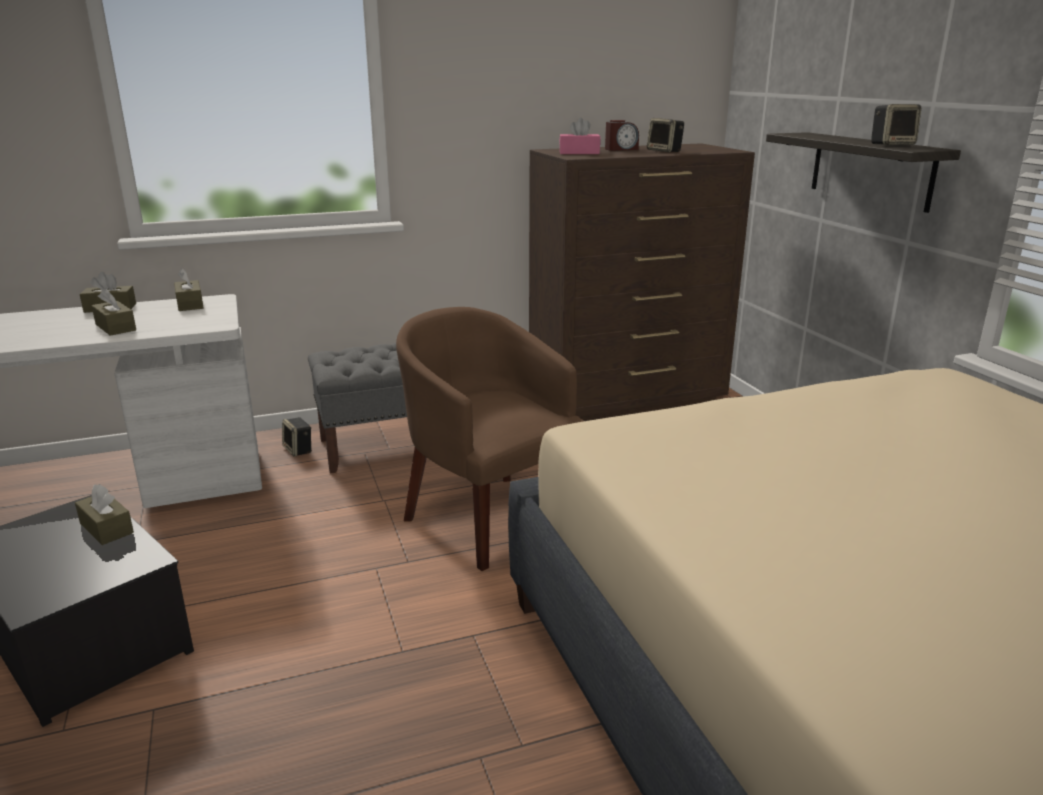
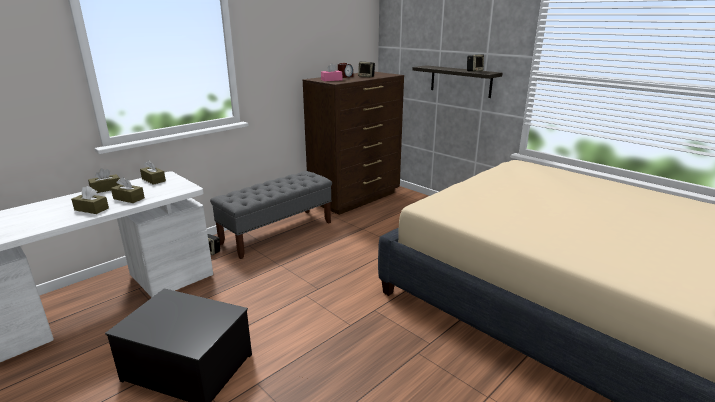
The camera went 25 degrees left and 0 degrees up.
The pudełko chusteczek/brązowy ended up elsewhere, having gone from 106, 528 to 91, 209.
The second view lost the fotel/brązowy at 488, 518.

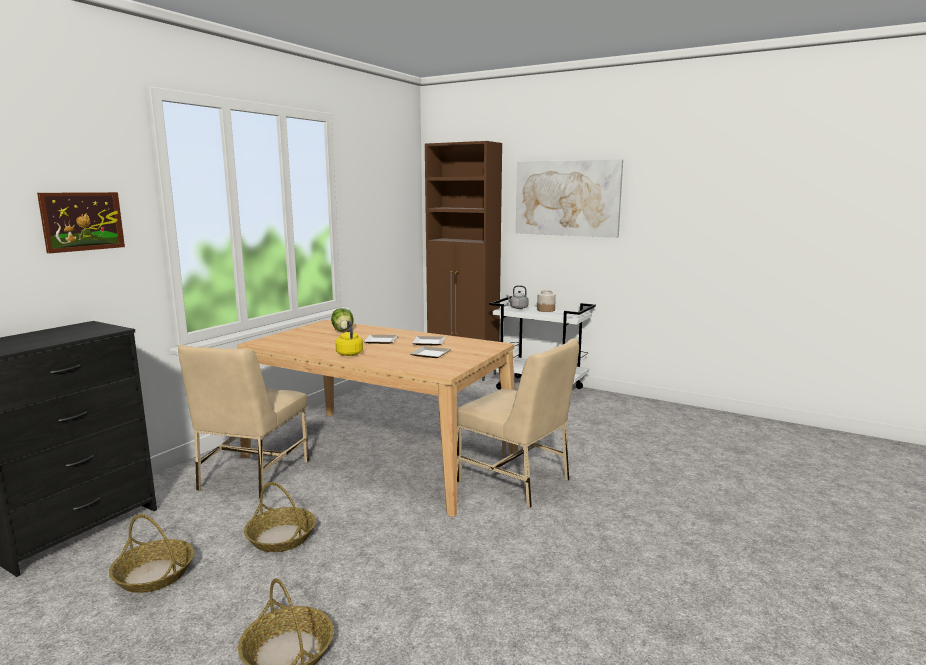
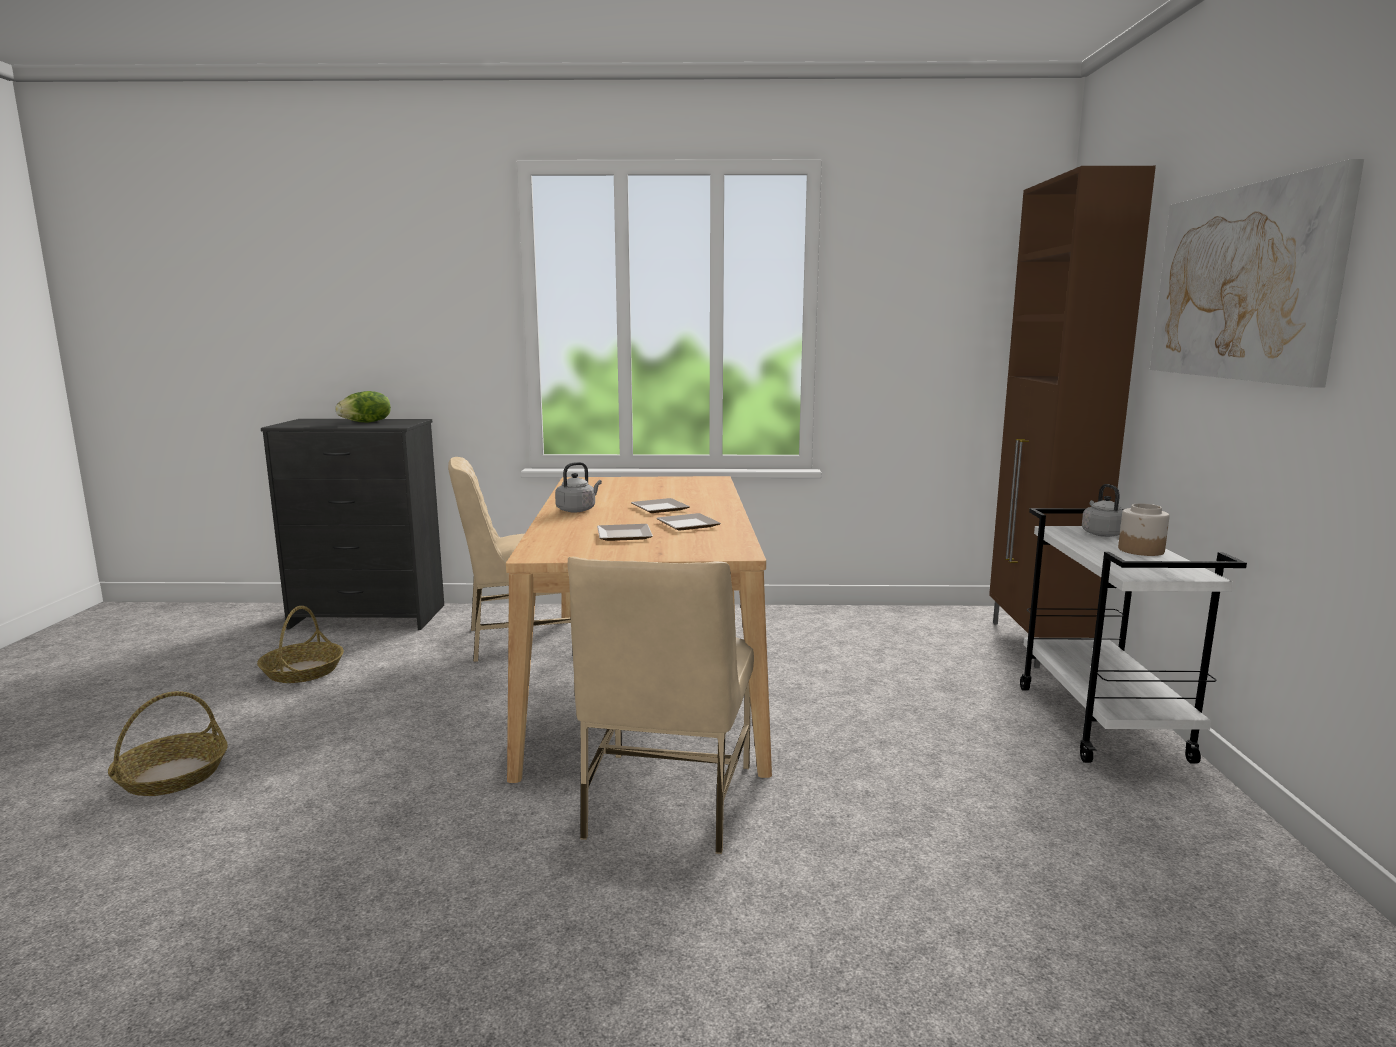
The camera went 60 degrees right and 0 degrees up.
The second view lost the obraz at 82, 221.
The second view lost the koszyk at 281, 537.
The sałata ended up elsewhere, having gone from 343, 331 to 366, 422.
What was the czajnik/żółty at 349, 353 turned into the czajnik/szary at 577, 510.

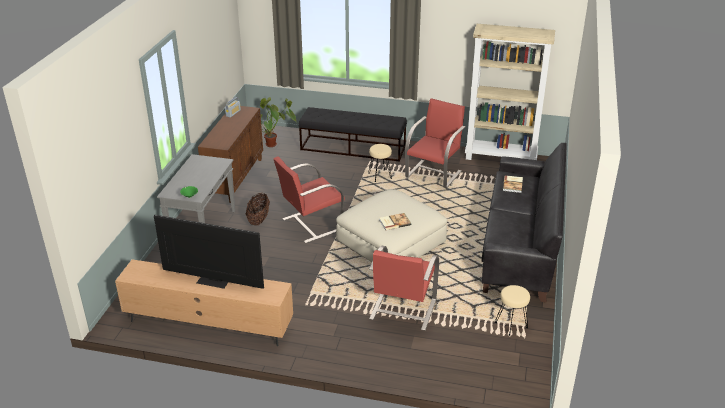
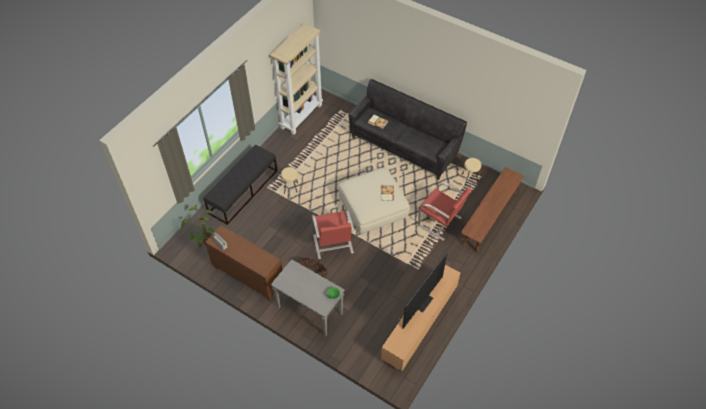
The camera went 70 degrees left and 20 degrees up.
The second view lost the fotel/czerwony at 434, 173.
The second view gained the ławka/brązowy at 489, 218.

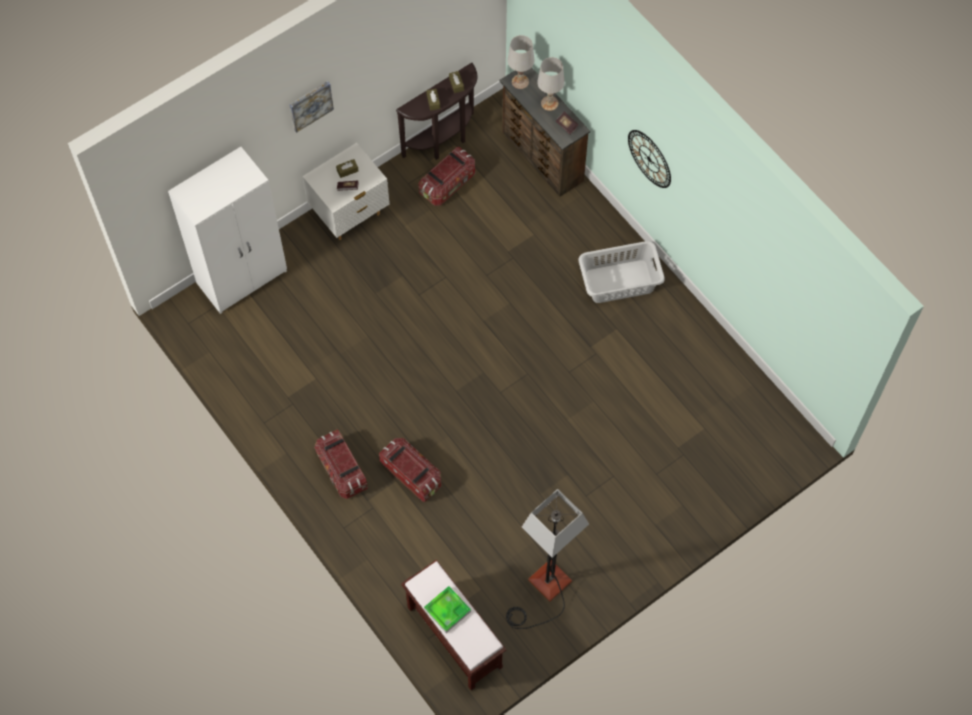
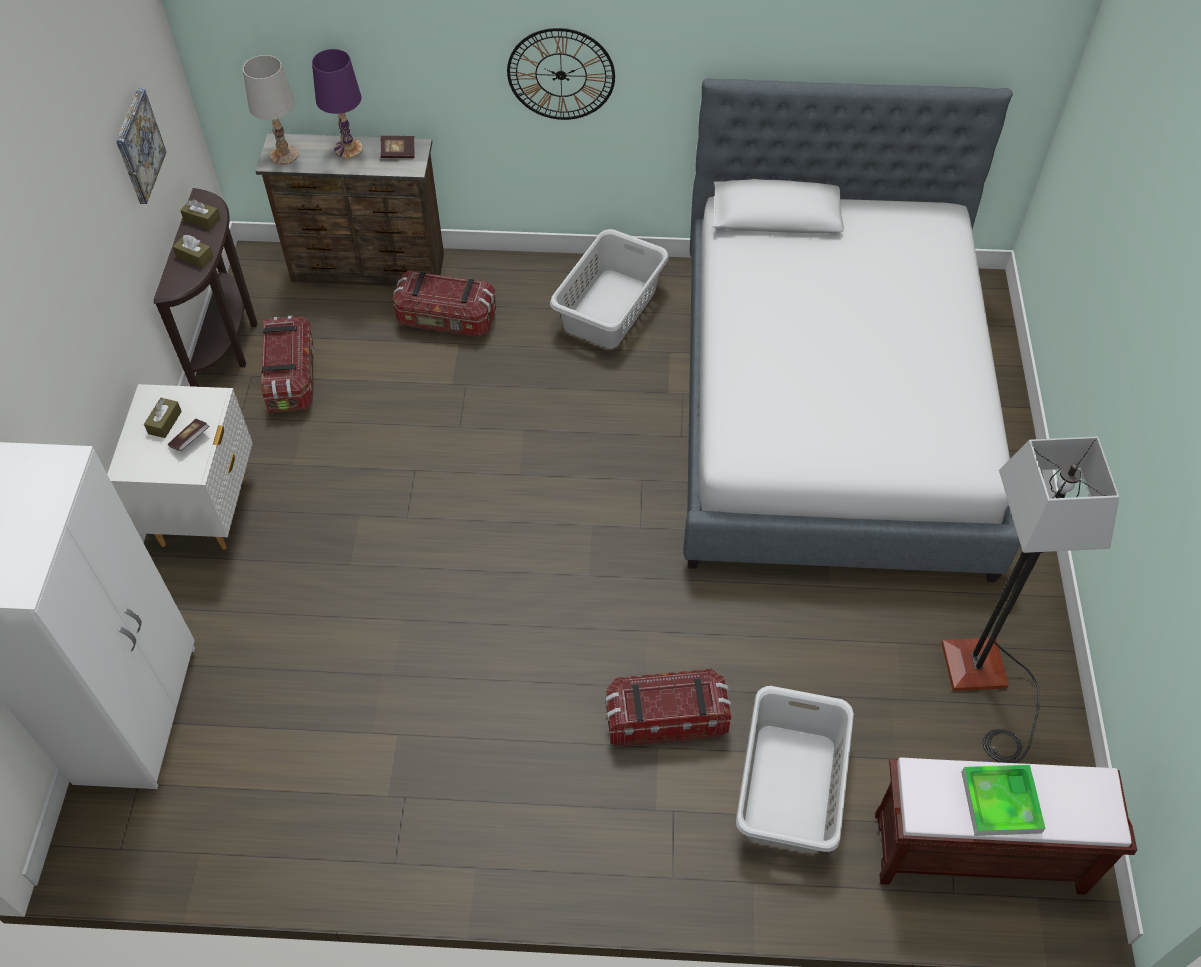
The camera went 50 degrees left and 10 degrees down.
The obraz ended up elsewhere, having gone from 310, 105 to 138, 146.
The pojemnik do przechowywania ended up elsewhere, having gone from 341, 470 to 446, 320.
What was the lampa stołowa/biały at 549, 103 turned into the lampa stołowa/fioletowy at 348, 148.
The second view gained the łóżko at 830, 407.
The second view gained the kosz na pranie/szary at 788, 788.

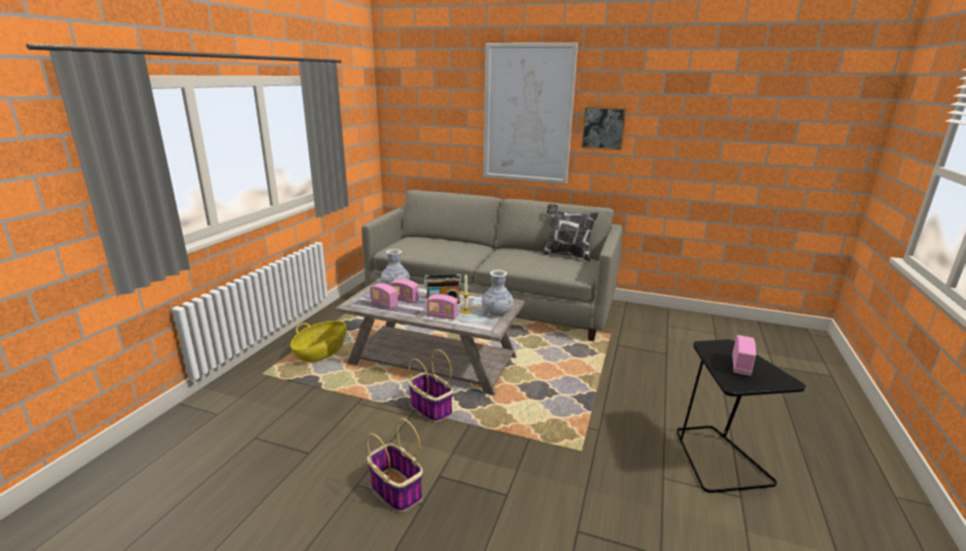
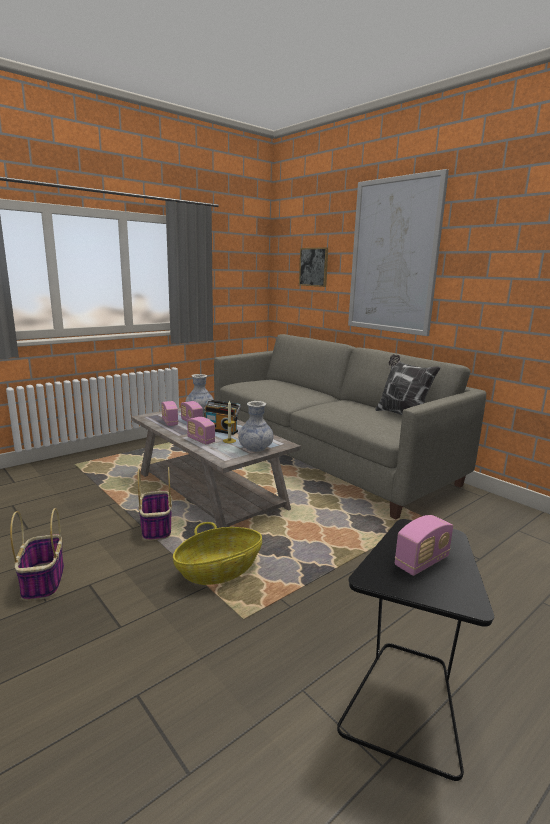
The camera went 30 degrees right and 5 degrees down.
The koszyk ended up elsewhere, having gone from 321, 352 to 219, 571.
The obraz ended up elsewhere, having gone from 603, 128 to 314, 267.

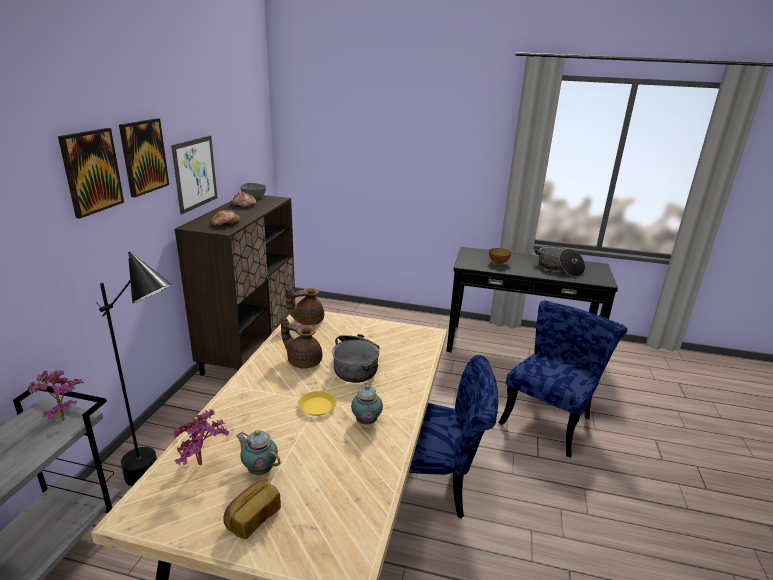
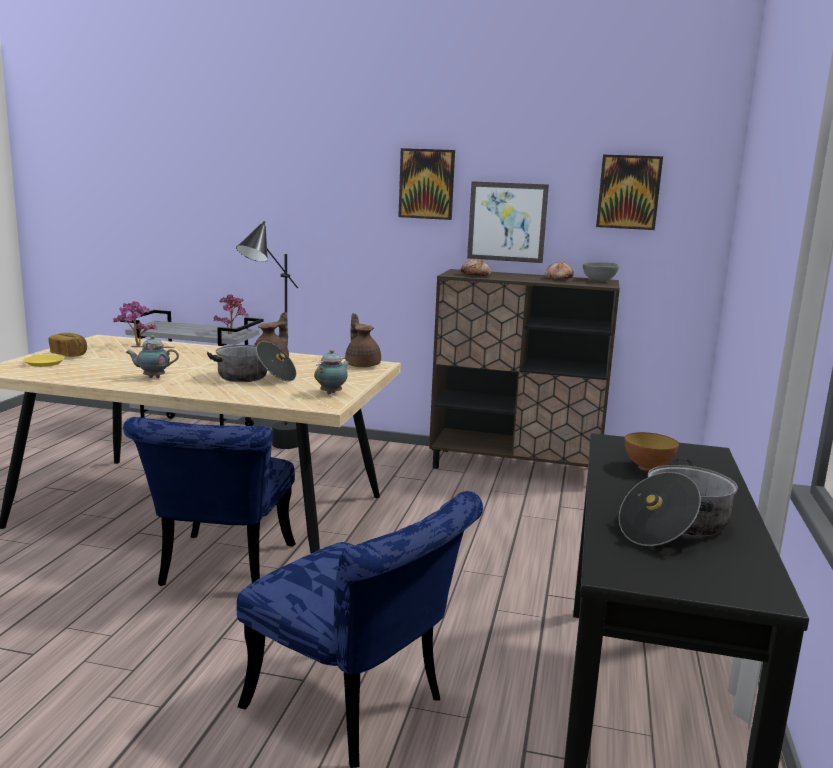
The camera went 90 degrees right and 10 degrees down.
The obraz ended up elsewhere, having gone from 91, 171 to 628, 192.
The imbryk ended up elsewhere, having gone from 259, 469 to 332, 393.
The talerz/żółty ended up elsewhere, having gone from 317, 406 to 44, 363.

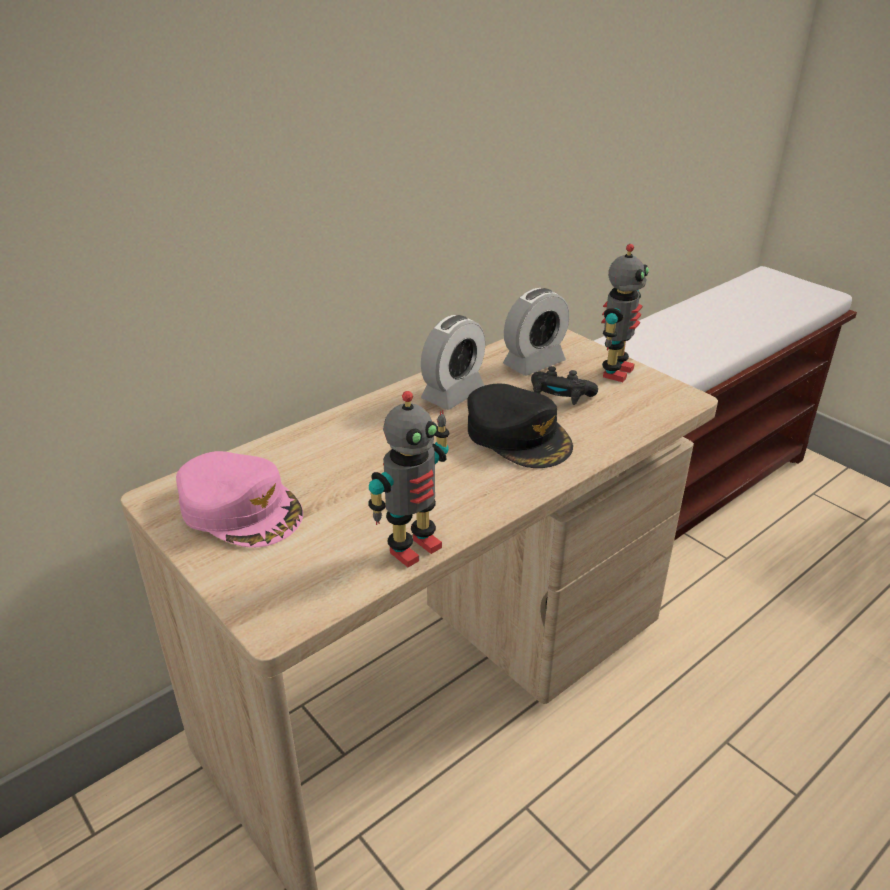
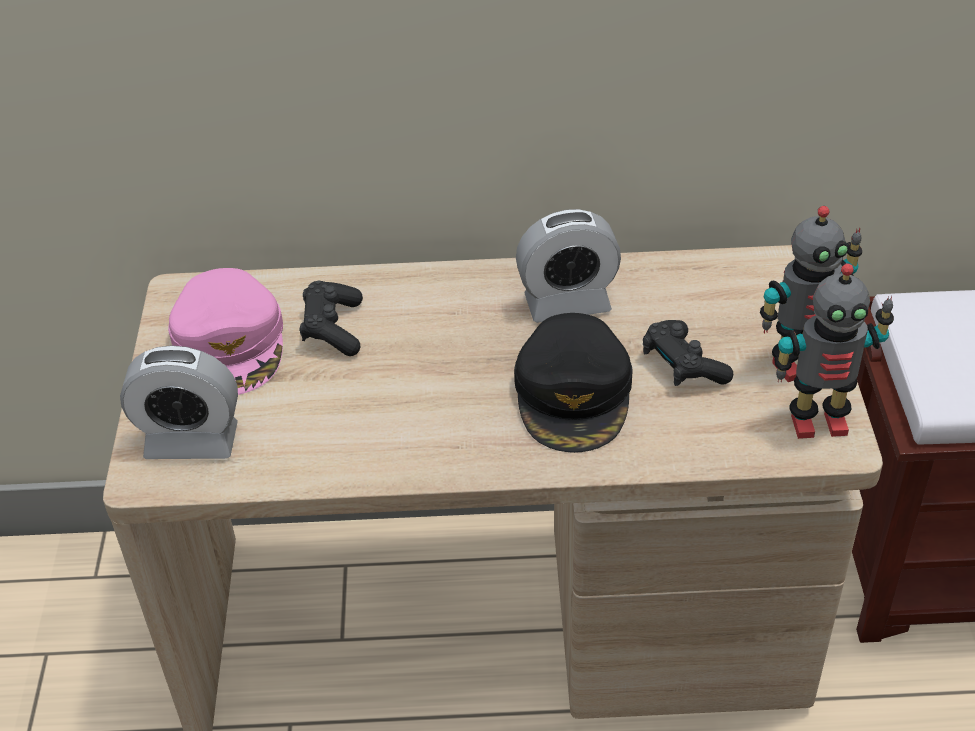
The camera went 40 degrees right and 10 degrees up.
The robot zabawkowy ended up elsewhere, having gone from 412, 548 to 817, 421.
The budzik ended up elsewhere, having gone from 534, 363 to 191, 441.
The second view gained the pad do gier/czarny at 333, 329.

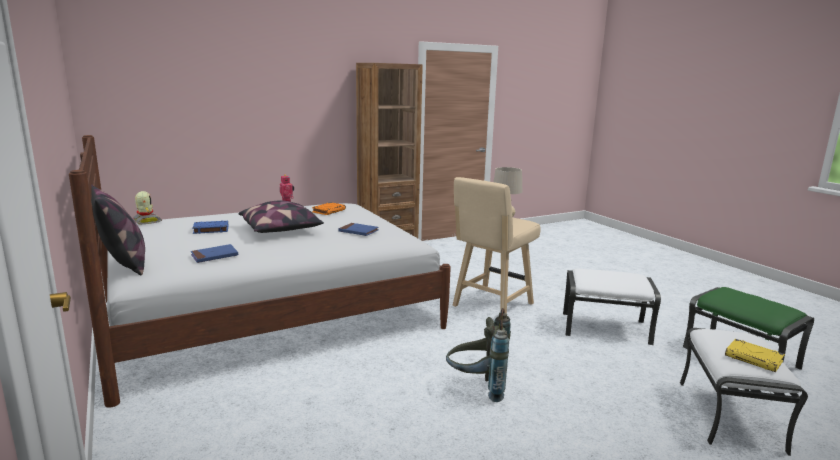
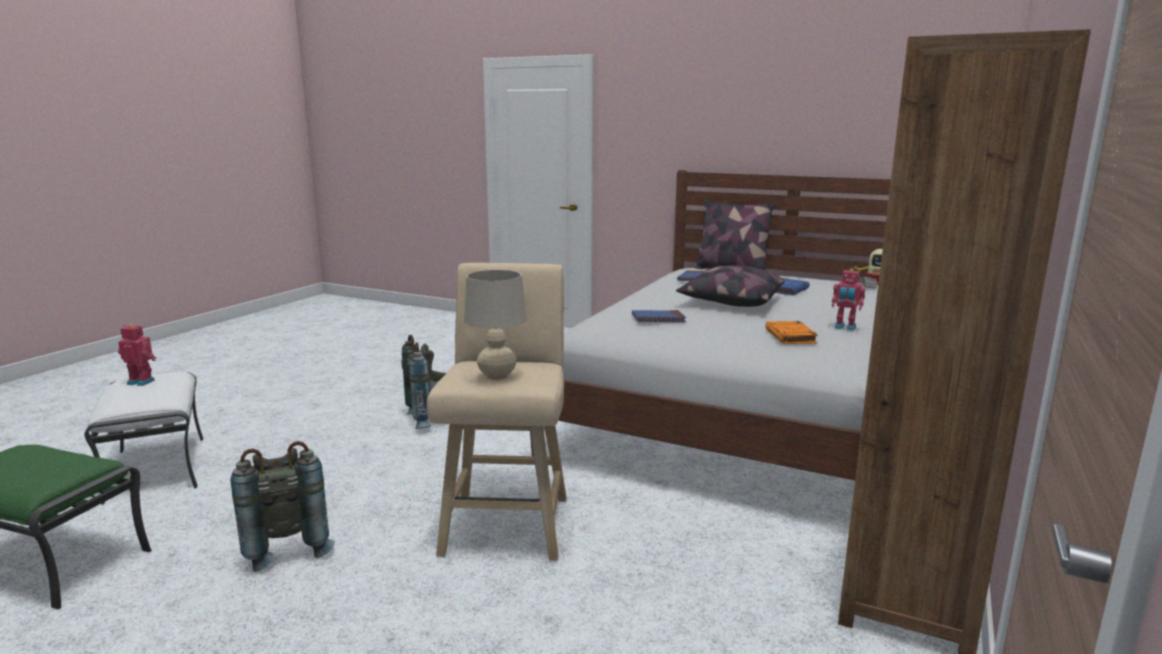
The camera went 145 degrees right and 0 degrees up.
Where the pufa/biały stood at 606, 328, the plecak/szary came to stand at 286, 546.
Where the książka/żółty stood at 754, 359, the robot zabawkowy came to stand at 142, 381.

